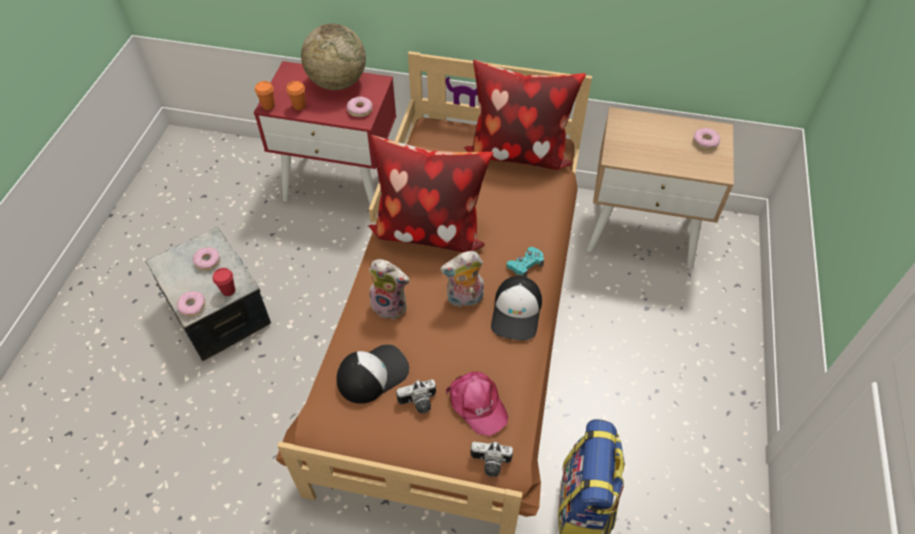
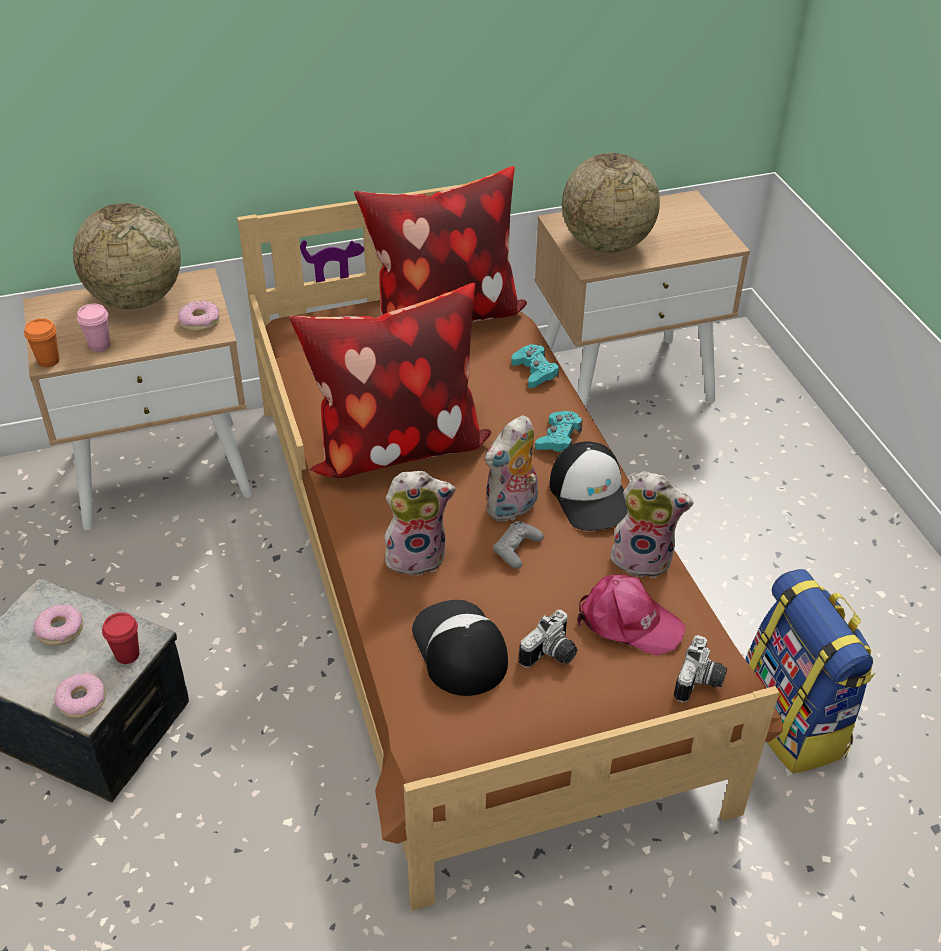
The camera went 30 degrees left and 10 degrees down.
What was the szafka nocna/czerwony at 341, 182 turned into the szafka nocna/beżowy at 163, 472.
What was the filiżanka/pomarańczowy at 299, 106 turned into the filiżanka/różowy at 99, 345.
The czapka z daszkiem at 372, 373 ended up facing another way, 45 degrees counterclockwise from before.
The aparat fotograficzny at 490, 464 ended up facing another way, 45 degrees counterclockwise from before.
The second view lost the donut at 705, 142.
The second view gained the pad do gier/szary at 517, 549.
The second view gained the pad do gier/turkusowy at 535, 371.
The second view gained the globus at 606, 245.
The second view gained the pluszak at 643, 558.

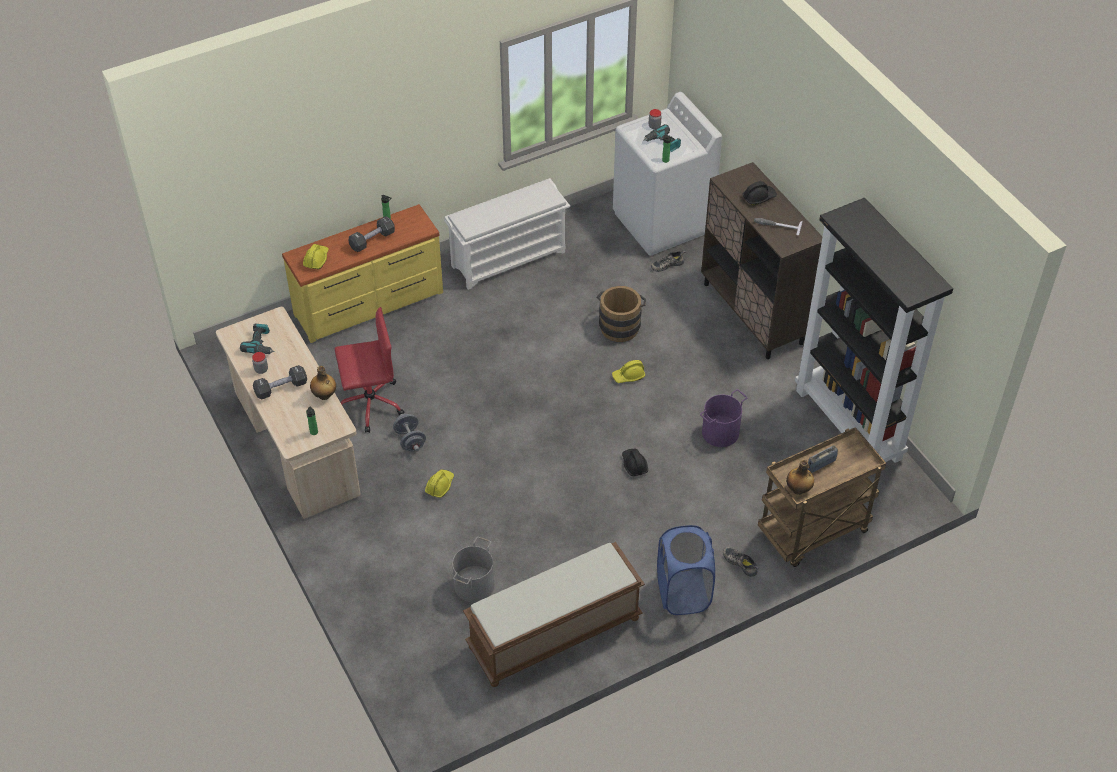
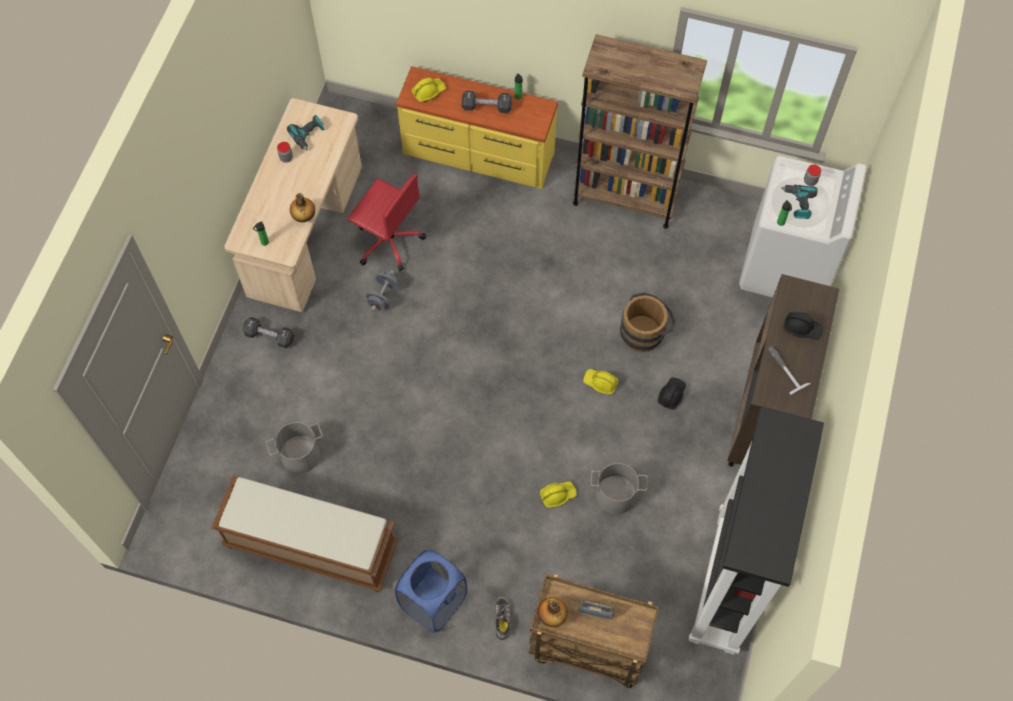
The camera went 45 degrees right and 15 degrees up.
The hantel/czarny ended up elsewhere, having gone from 281, 388 to 270, 336.
The kask/żółty ended up elsewhere, having gone from 440, 486 to 557, 495.
Where the regał na buty/biały stood at 509, 258, the regał/brązowy came to stand at 625, 199.
The kask/czarny ended up elsewhere, having gone from 634, 465 to 671, 395.
The second view lost the but at 667, 264.
What was the wiadro/fioletowy at 720, 433 turned into the wiadro/szary at 615, 496.

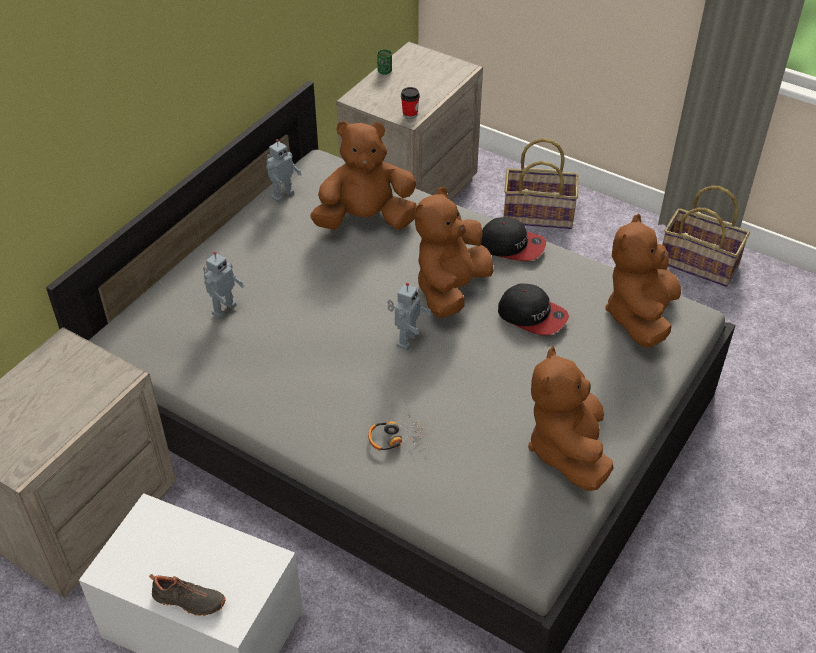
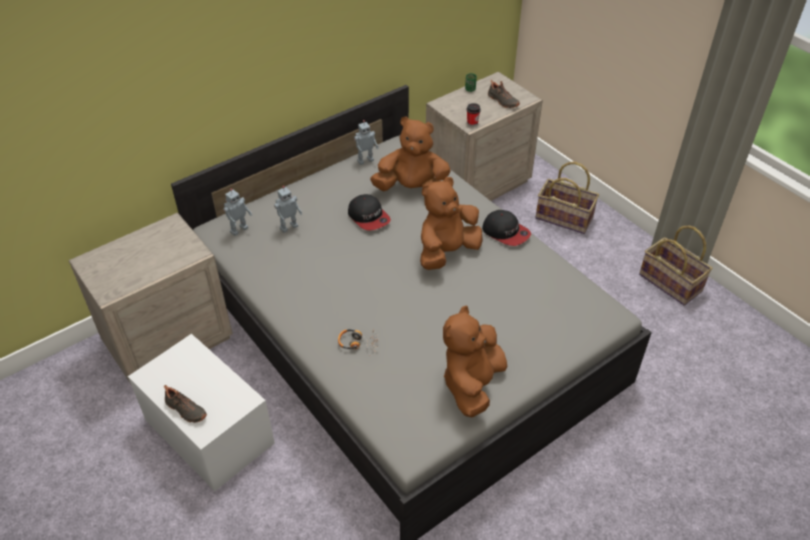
The camera went 20 degrees right and 0 degrees up.
The robot zabawkowy ended up elsewhere, having gone from 406, 340 to 238, 229.
The czapka z daszkiem ended up elsewhere, having gone from 532, 315 to 369, 217.
The second view lost the pluszak/brązowy at 640, 316.
The second view gained the but/czarny at 502, 101.

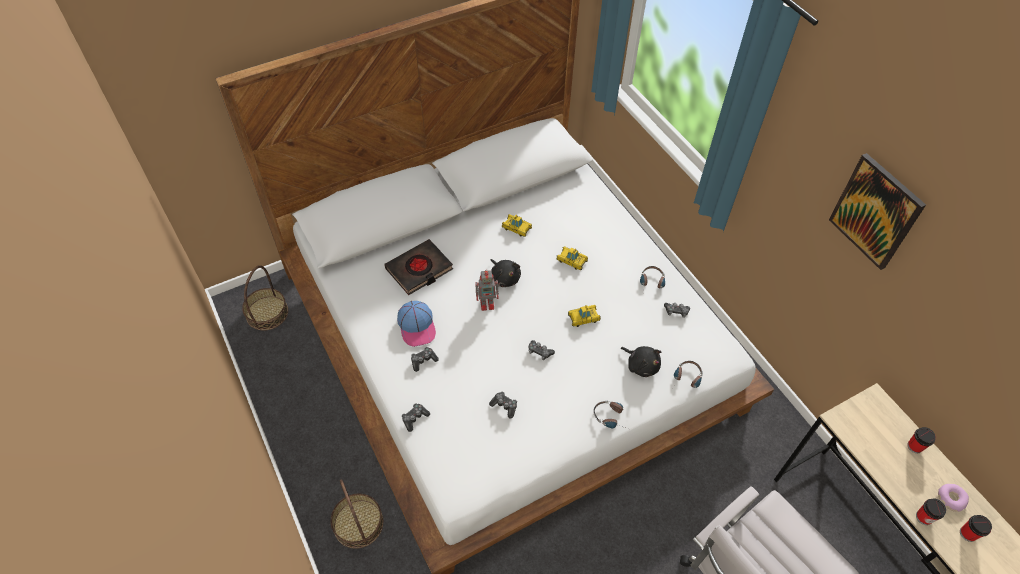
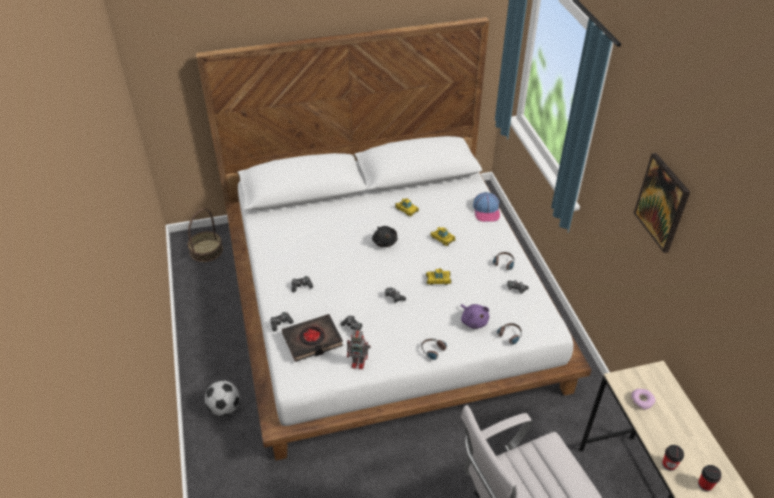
The camera went 15 degrees right and 10 degrees down.
Where the koszyk stood at 358, 523, the piłka futbolowa came to stand at 224, 408.
The książka/czarny ended up elsewhere, having gone from 419, 270 to 312, 340.
The czapka z daszkiem ended up elsewhere, having gone from 417, 326 to 486, 211.
The robot zabawkowy ended up elsewhere, having gone from 488, 303 to 359, 363.
What was the pluszak/czarny at 641, 365 turned into the pluszak/fioletowy at 473, 321.
The second view lost the filiżanka at 914, 446.
The donut ended up elsewhere, having gone from 950, 498 to 641, 401.

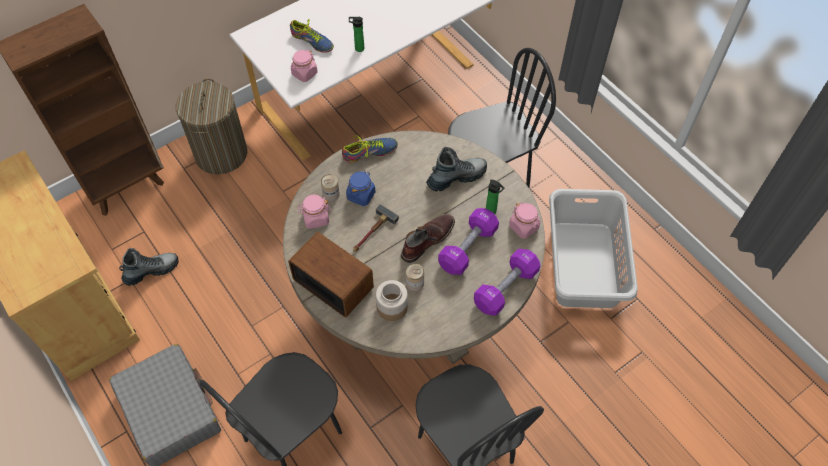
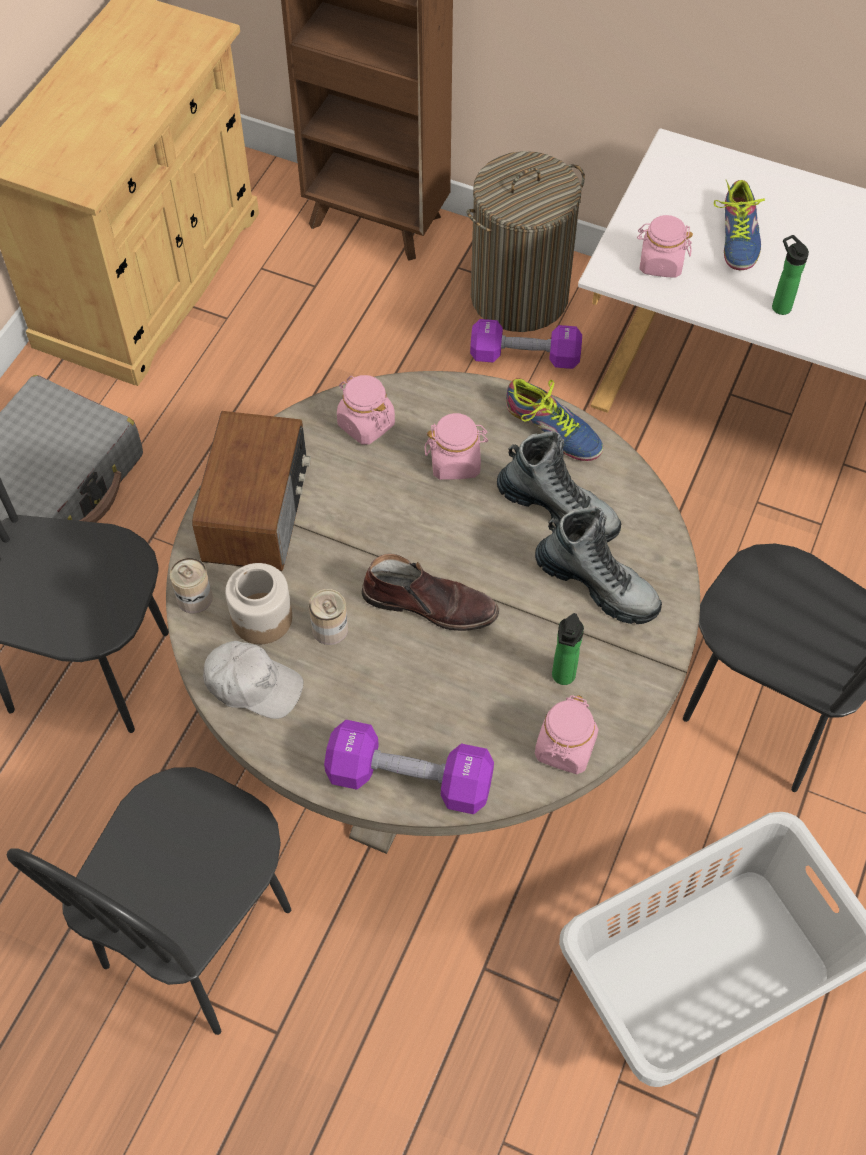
The camera went 60 degrees right and 0 degrees up.
The but z cholewką ended up elsewhere, having gone from 151, 271 to 558, 509.
The puszka ended up elsewhere, having gone from 331, 194 to 194, 598.
What was the słoik/niebieski at 361, 195 turned into the słoik/różowy at 455, 462.
The second view lost the młotek at 372, 233.
The hantel/fioletowy ended up elsewhere, having gone from 468, 248 to 525, 357.
The second view gained the czapka z daszkiem/biały at 253, 684.

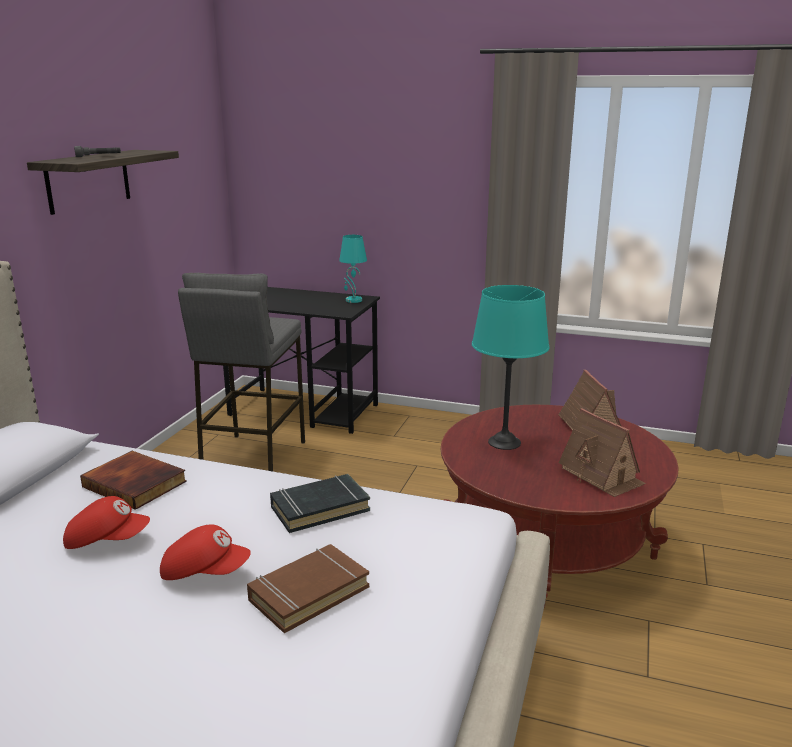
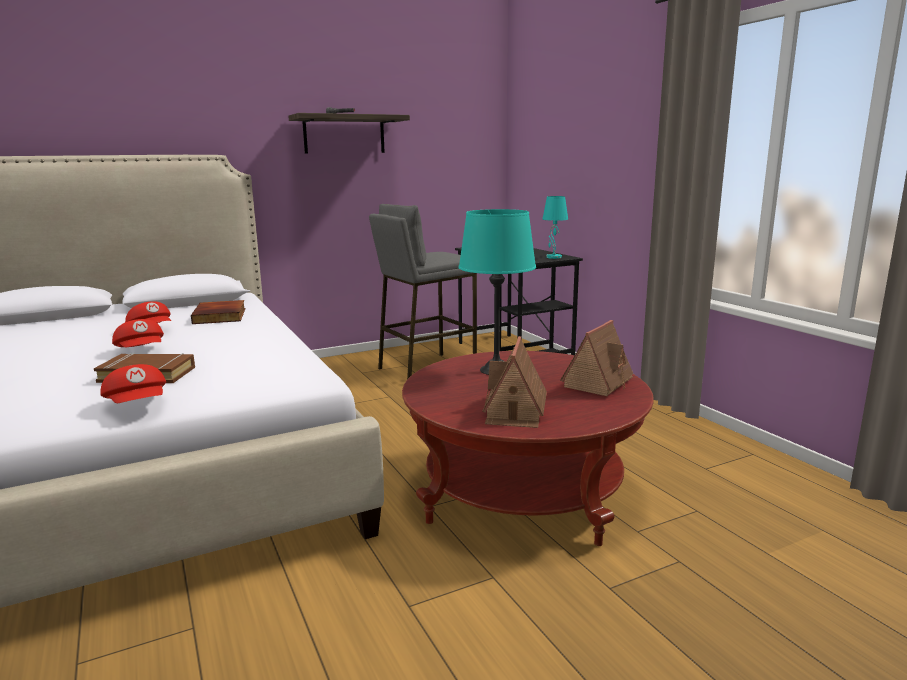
The camera went 45 degrees right and 5 degrees down.
The second view lost the książka/czarny at 319, 508.
The second view gained the czapka z daszkiem/czerwony at 138, 405.

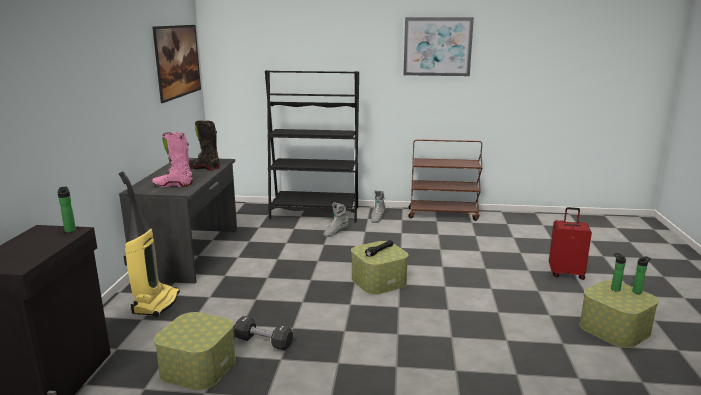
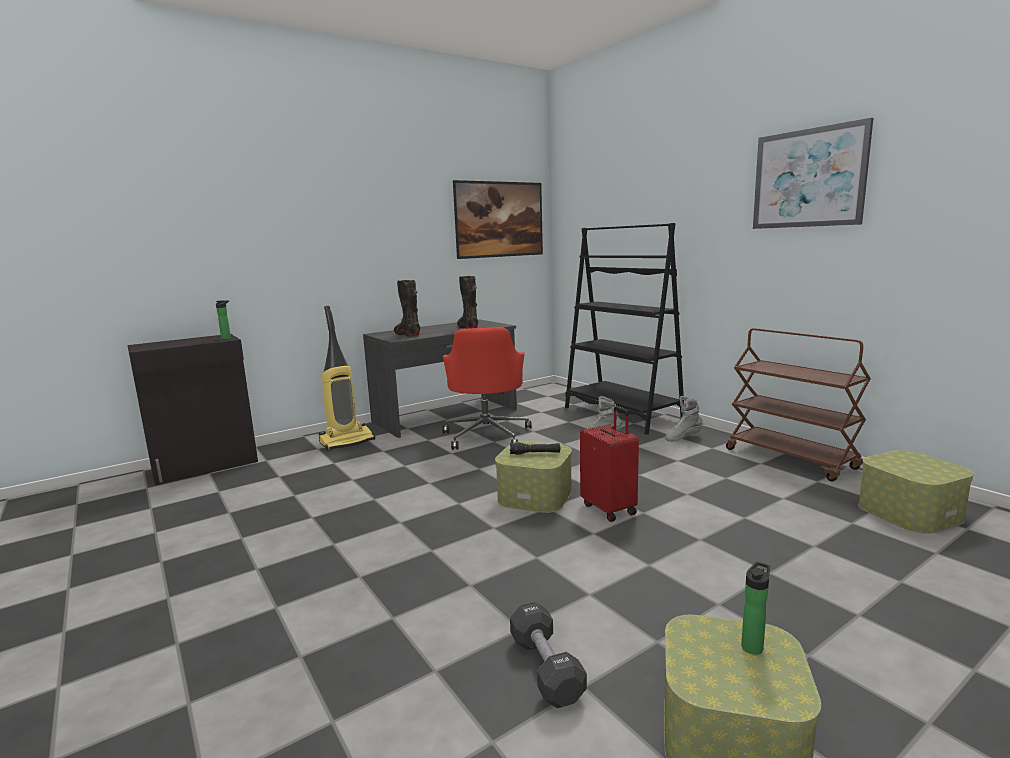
The camera went 50 degrees right and 5 degrees down.
What was the but z cholewką/różowy at 173, 185 turned into the but z cholewką/czarny at 407, 334.
The pojemnik do przechowywania ended up elsewhere, having gone from 198, 367 to 909, 512.
The hantel/czarny ended up elsewhere, having gone from 264, 342 to 546, 668.
The walizka/czerwony ended up elsewhere, having gone from 566, 273 to 610, 509.
The second view lost the butelka at 638, 291.
The second view gained the krzesło biurowe/czerwony at 487, 435.

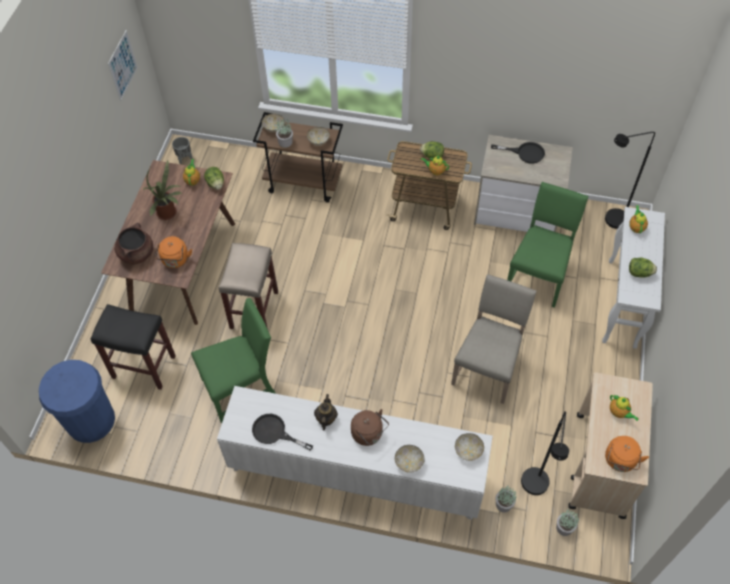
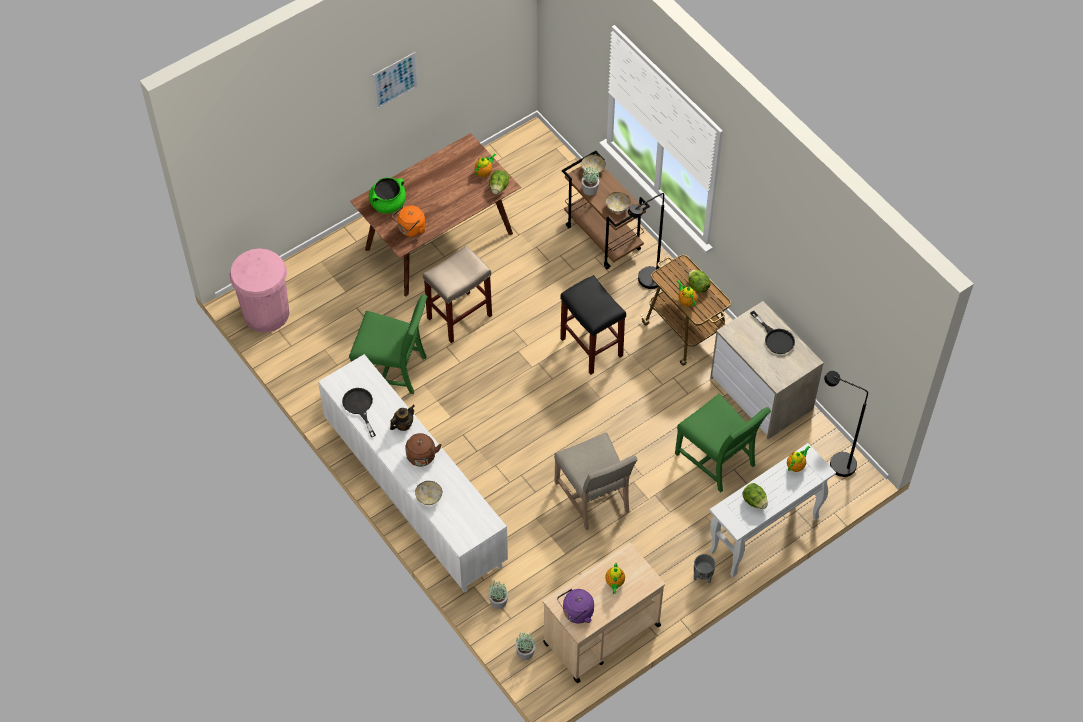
The camera went 40 degrees right and 0 degrees up.
What was the kosz na śmieci/niebieski at 90, 420 turned into the kosz na śmieci/różowy at 266, 313.
The stołek/czarny ended up elsewhere, having gone from 143, 367 to 590, 347.
The obraz ended up elsewhere, having gone from 123, 65 to 395, 80.
What was the garnek/brązowy at 137, 254 turned into the garnek/zielony at 388, 204.
The second view lost the roślina doniczkowa at 169, 213.
The donica/szary ended up elsewhere, having gone from 184, 158 to 702, 576.
The krzesło/beżowy at 488, 367 ended up facing another way, 90 degrees clockwise from before.
The second view lost the miska at 468, 451.
The krzesło/zielony at 538, 275 ended up facing another way, 75 degrees clockwise from before.
The lampa stojąca/czarny ended up elsewhere, having gone from 534, 490 to 645, 283.
What was the czajnik/pomarańczowy at 620, 461 turned into the czajnik/fioletowy at 576, 613.

